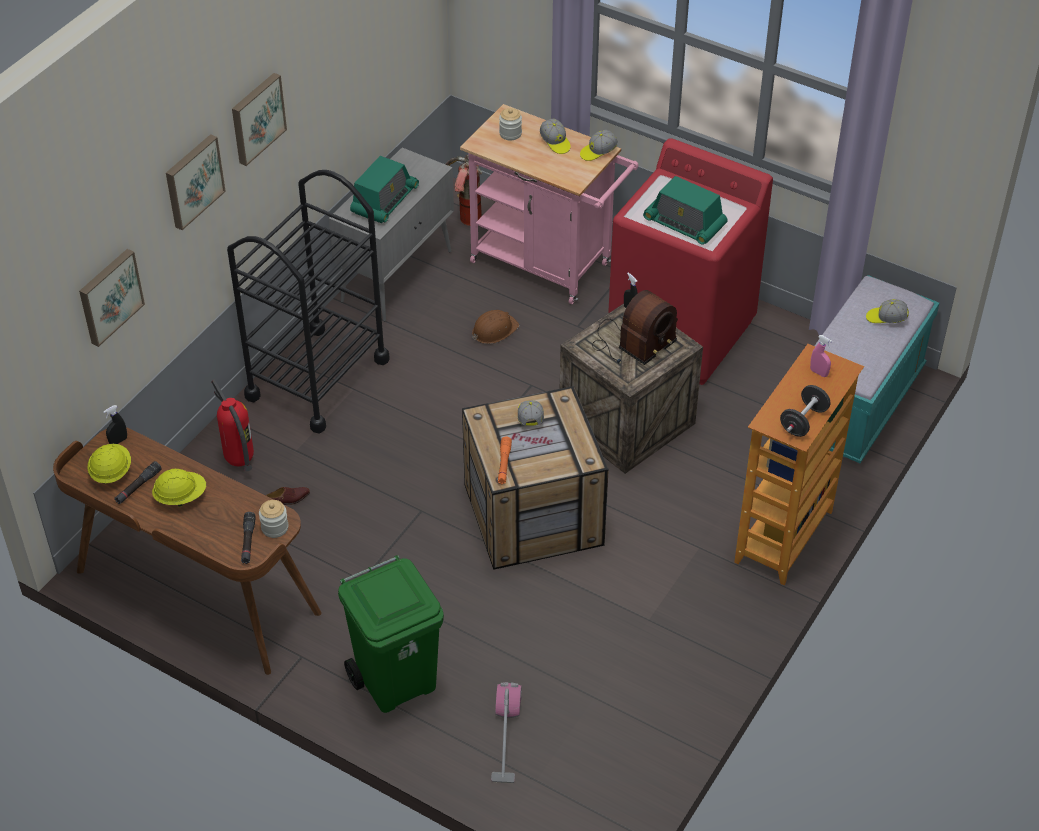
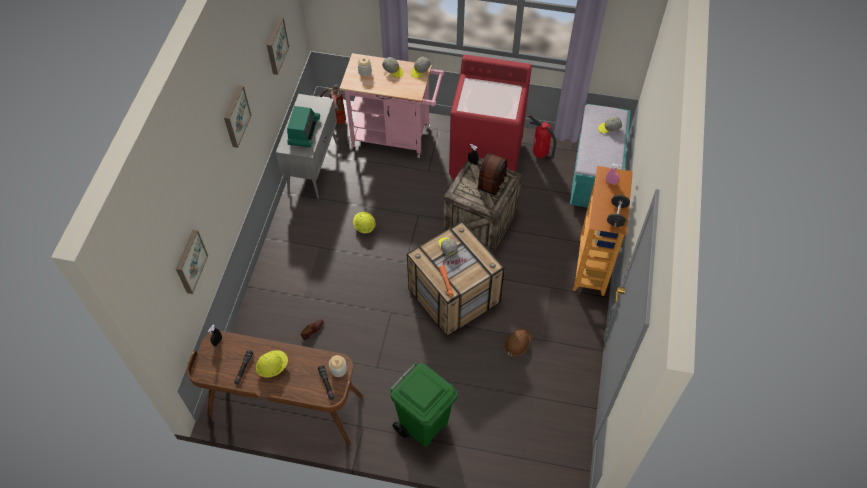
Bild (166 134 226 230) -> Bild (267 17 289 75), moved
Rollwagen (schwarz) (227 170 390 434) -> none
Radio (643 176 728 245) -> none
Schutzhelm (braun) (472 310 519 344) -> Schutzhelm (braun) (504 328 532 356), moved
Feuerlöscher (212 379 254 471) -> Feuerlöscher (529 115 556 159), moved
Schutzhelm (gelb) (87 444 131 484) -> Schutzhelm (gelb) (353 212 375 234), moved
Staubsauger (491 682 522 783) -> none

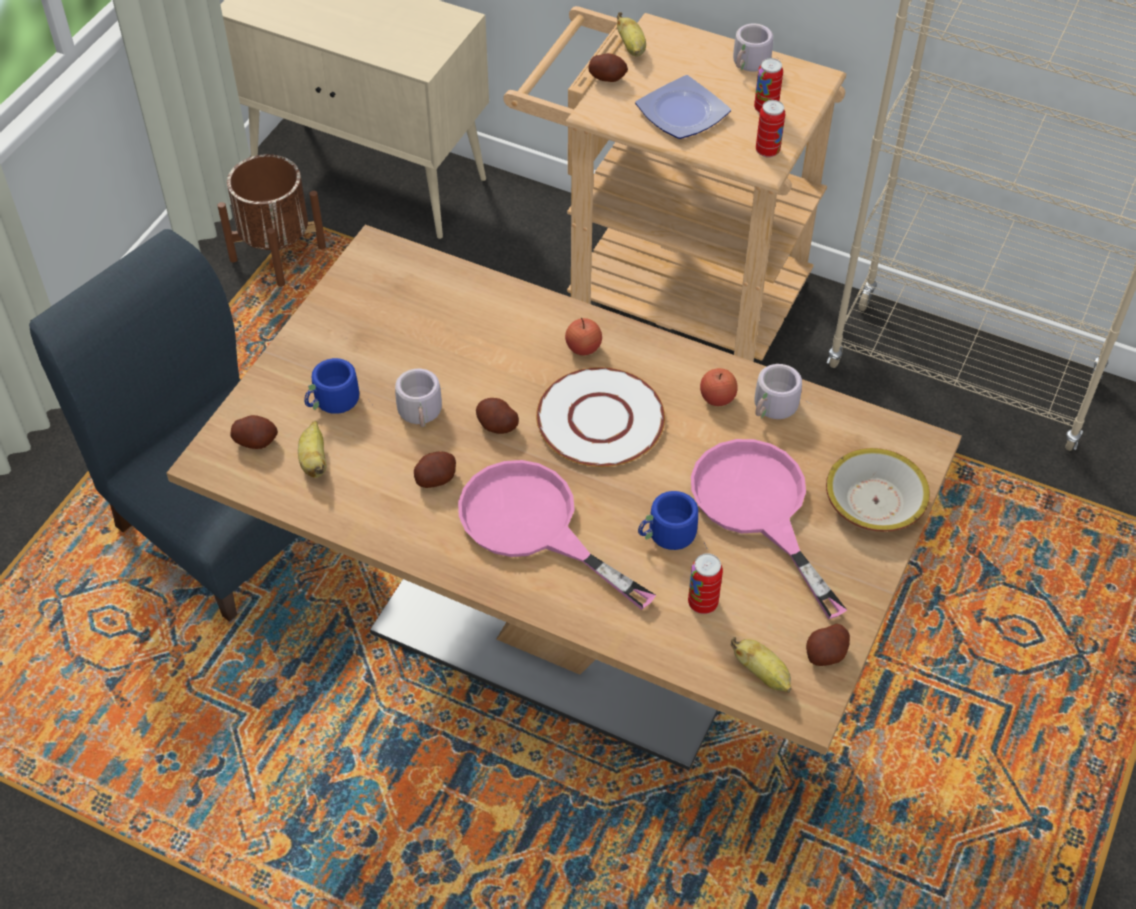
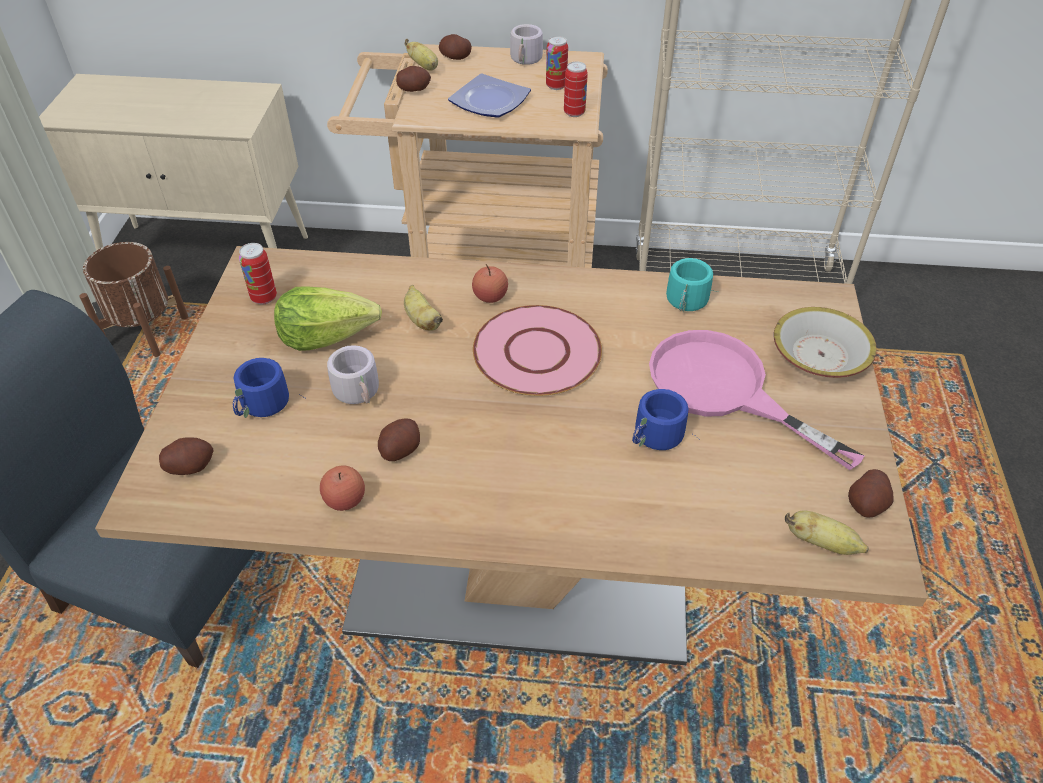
Henkelbecher (grau) (755 364 812 419) -> Henkelbecher (türkis) (666 258 713 313)
Teller (weiß) (536 367 665 467) -> Teller (rosa) (473 305 602 396)
Apfel (700 368 737 406) -> Apfel (320 465 365 511), moved
Kartoffel (476 398 519 434) -> Kartoffel (439 34 472 60), moved
Banane (298 421 327 478) -> Banane (404 285 443 331), moved
Pfanne (rosa) (458 460 656 610) -> none
Dose (688 553 723 614) -> Dose (239 243 277 305), moved
none -> Salatkopf (274 286 382 351)

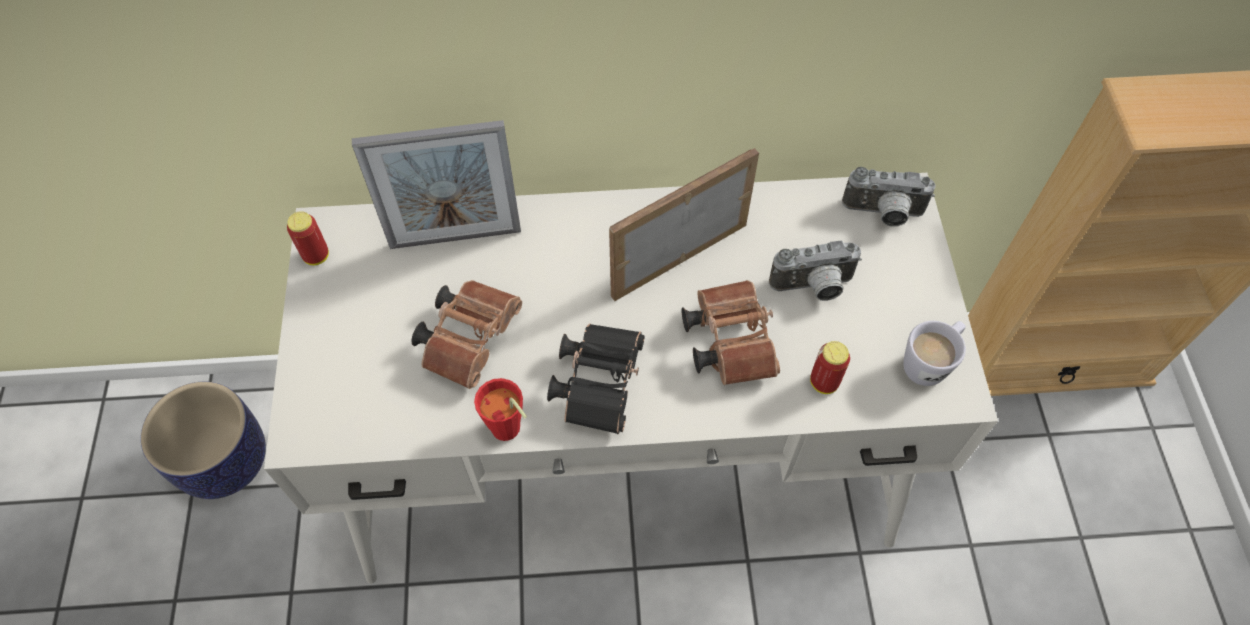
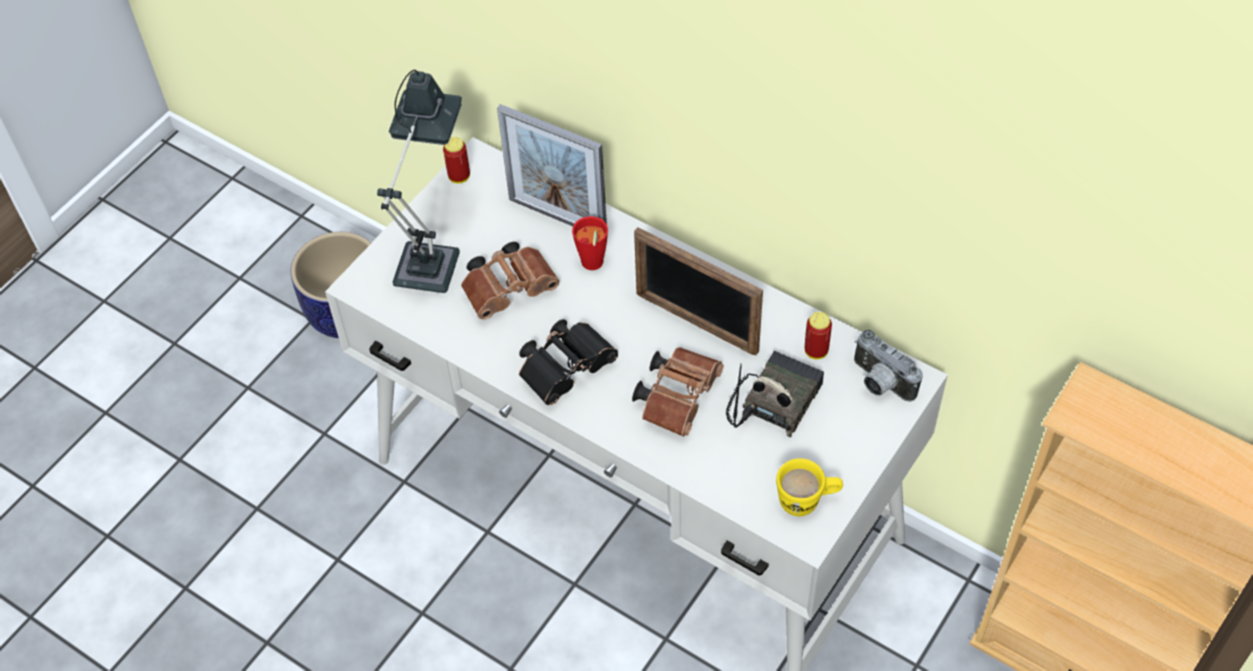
Bilderrahmen (609 148 759 301) -> Bilderrahmen (634 227 763 356), 150 degrees counterclockwise
Kamera (769 241 862 301) -> Radio (726 351 824 437)
Henkelbecher (weiß) (903 321 966 386) -> Henkelbecher (gelb) (776 458 843 516)
Dose (810 341 850 394) -> Dose (805 312 832 359), moved
Tasse (rot) (474 378 527 441) -> Tasse (rot) (572 216 608 270), moved
none -> Tischlampe (377 70 462 293)

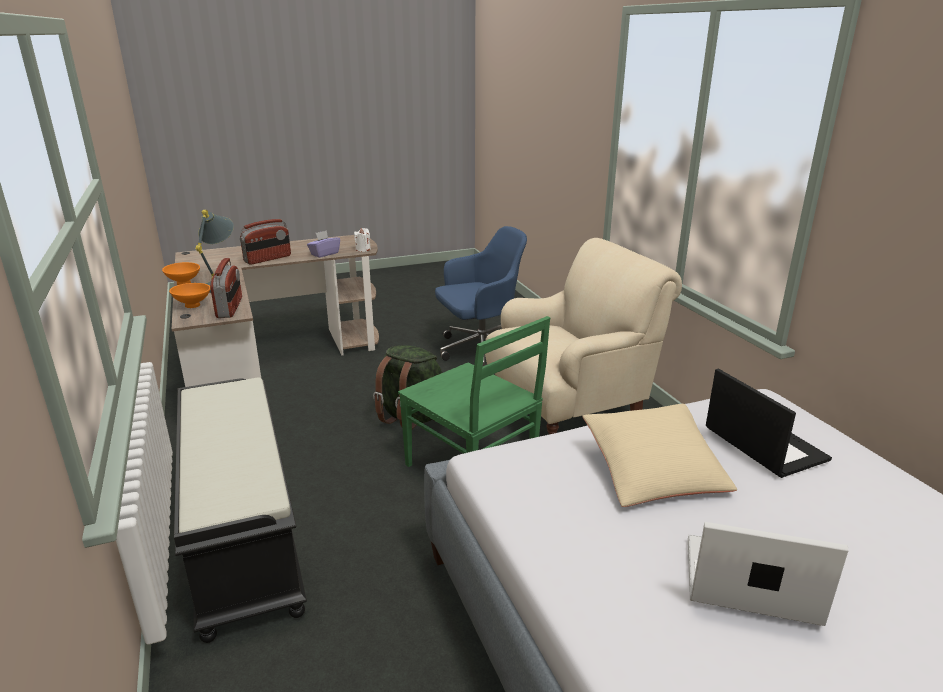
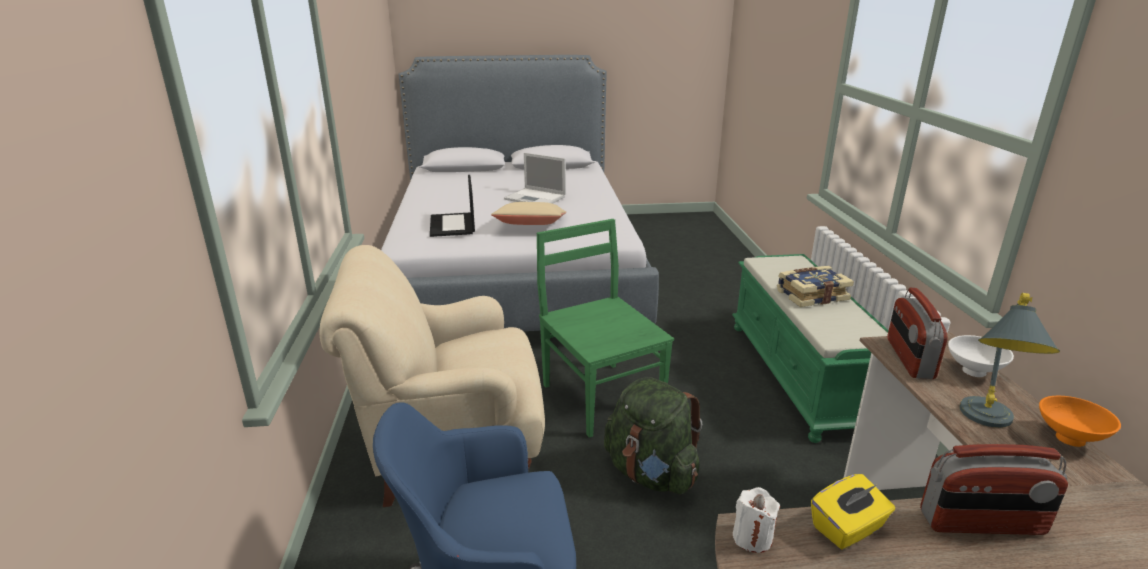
Radio (240 219 291 265) -> Radio (920 444 1068 535), 150 degrees counterclockwise
Taschentuchbox (lila) (307 230 340 258) -> Taschentuchbox (gelb) (811 474 895 549)
Schüssel (orange) (169 283 210 308) -> Schüssel (weiß) (948 335 1014 377)
Bank (schwarz) (174 377 307 643) -> Bank (grün) (732 254 889 443)
none -> Buch (777 266 854 307)

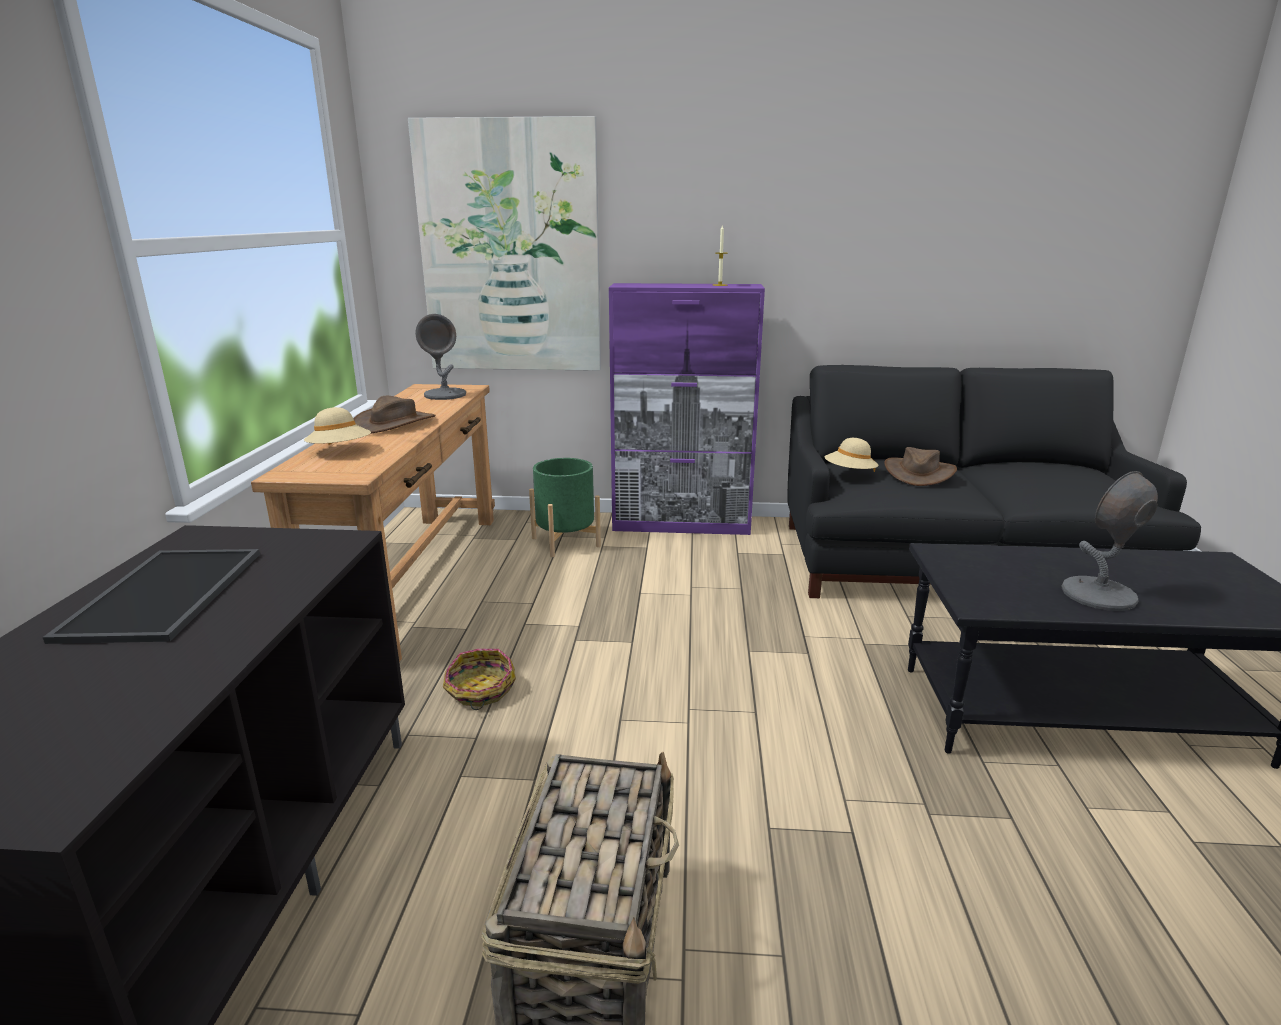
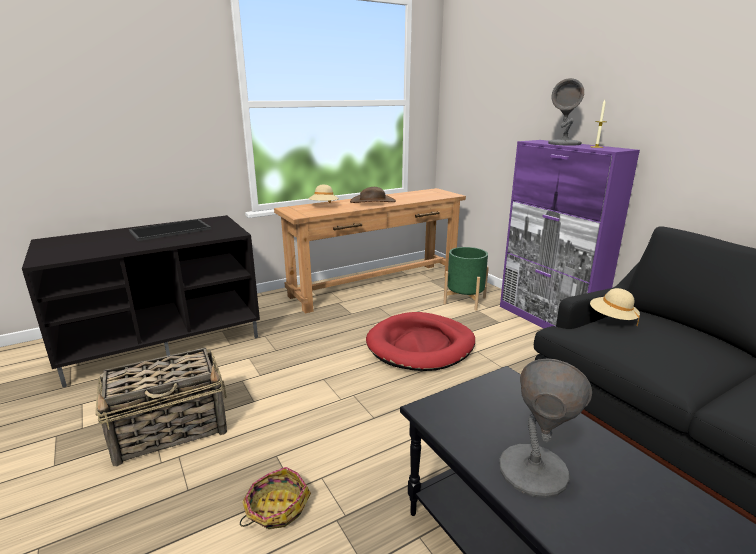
Bild (408 116 601 371) -> none
Tischlampe (grau) (415 314 466 400) -> Tischlampe (grau) (548 78 584 146), moved
Hut (braun) (884 447 957 486) -> none
Korb (443 649 516 710) -> Korb (240 467 311 529), moved
none -> Hundebett (rot) (366 312 475 371)

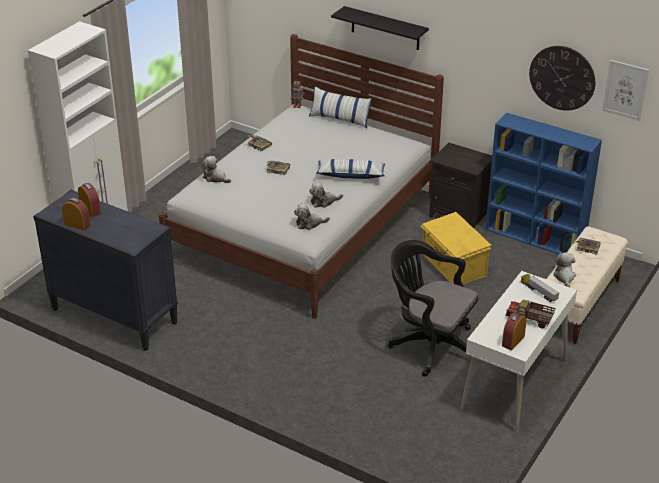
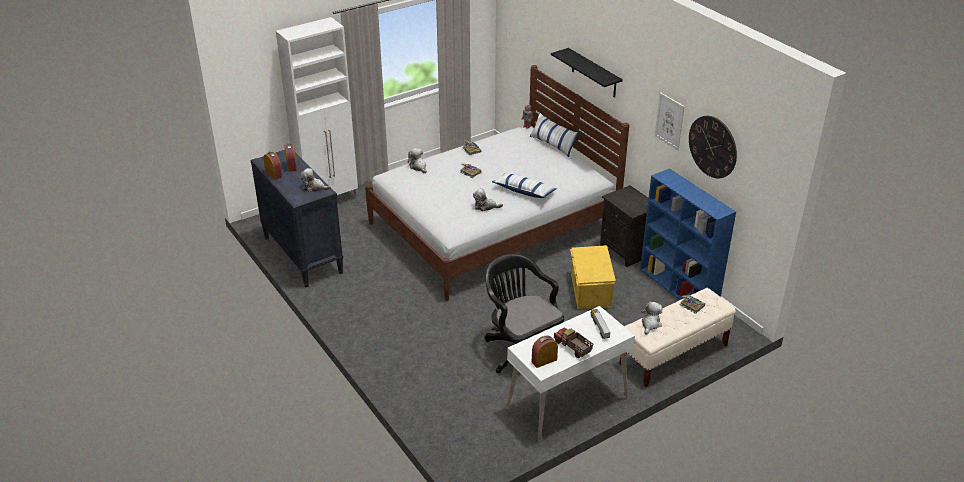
Bild (602 60 649 121) -> Bild (655 92 685 150), moved
Plüschtier (294 203 330 230) -> Plüschtier (301 168 331 192), moved

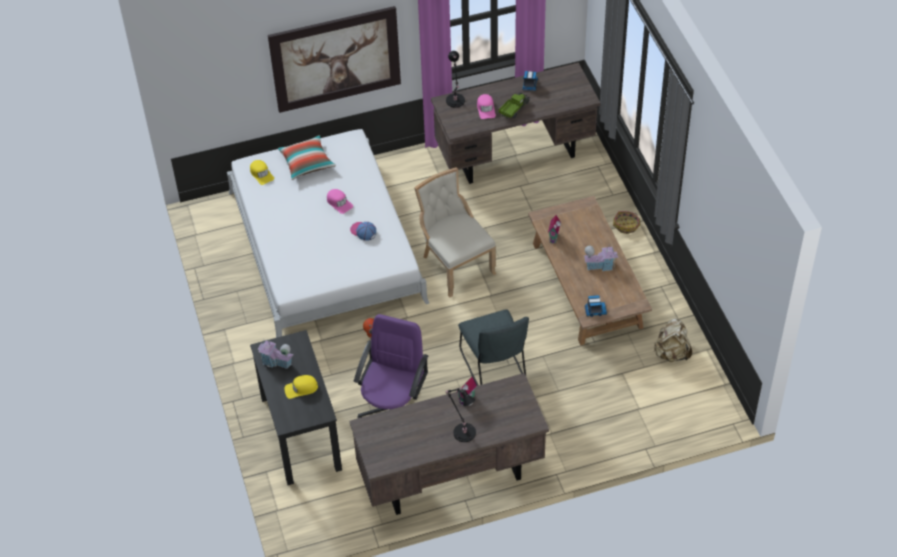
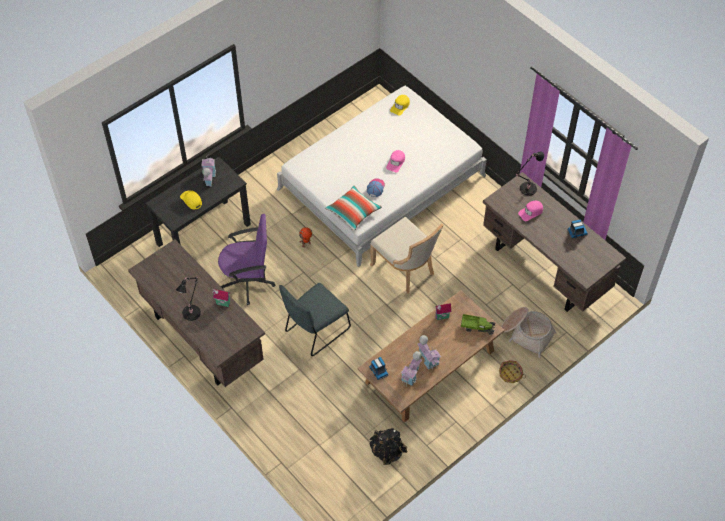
Bild (268 6 401 113) -> none
Spielzeuglaster (499 93 530 119) -> Spielzeuglaster (461 314 495 335), moved
Kissen (278 135 336 180) -> Kissen (325 186 382 231), moved
Stuhl (beige) (414 167 497 297) -> Stuhl (beige) (370 217 443 293), 105 degrees clockwise
Rucksack (beige) (653 318 692 362) -> Rucksack (schwarz) (370 428 408 465)
none -> Korb (501 307 556 358)
none -> Spielzeughaus (401 351 422 387)

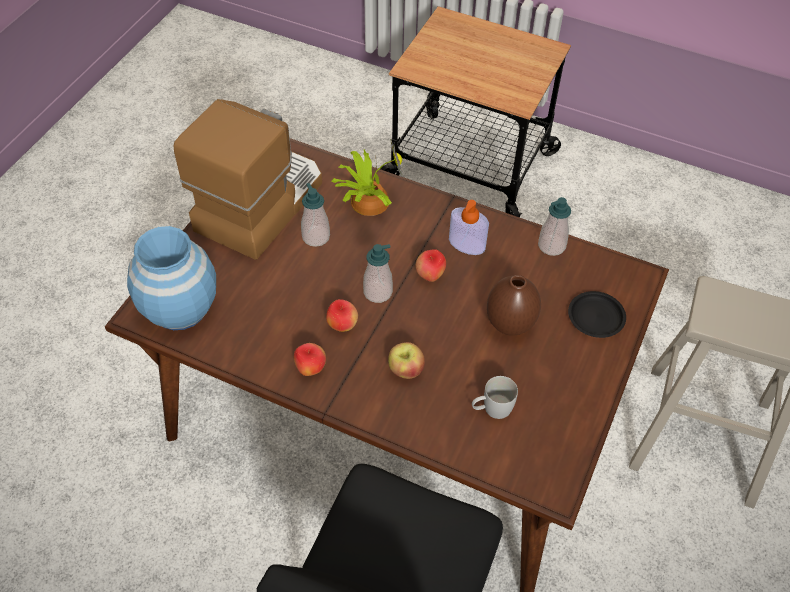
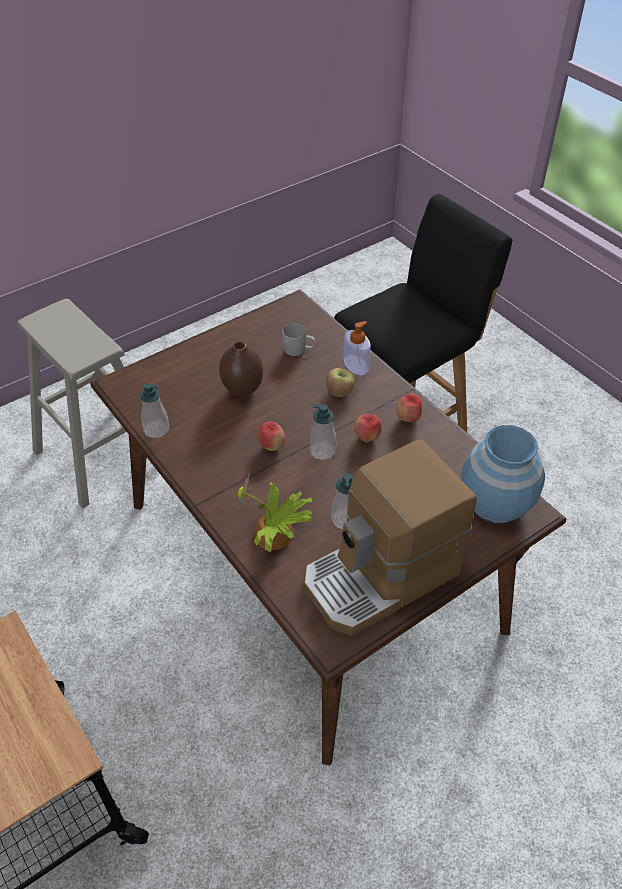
Seifenspender (449 200 489 255) -> Seifenspender (344 321 371 376), moved
Teller (schwarz) (568 291 626 338) -> none

